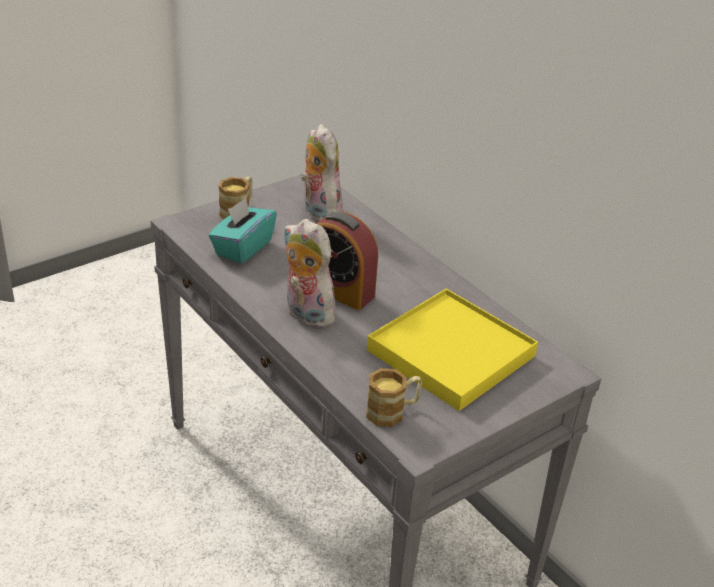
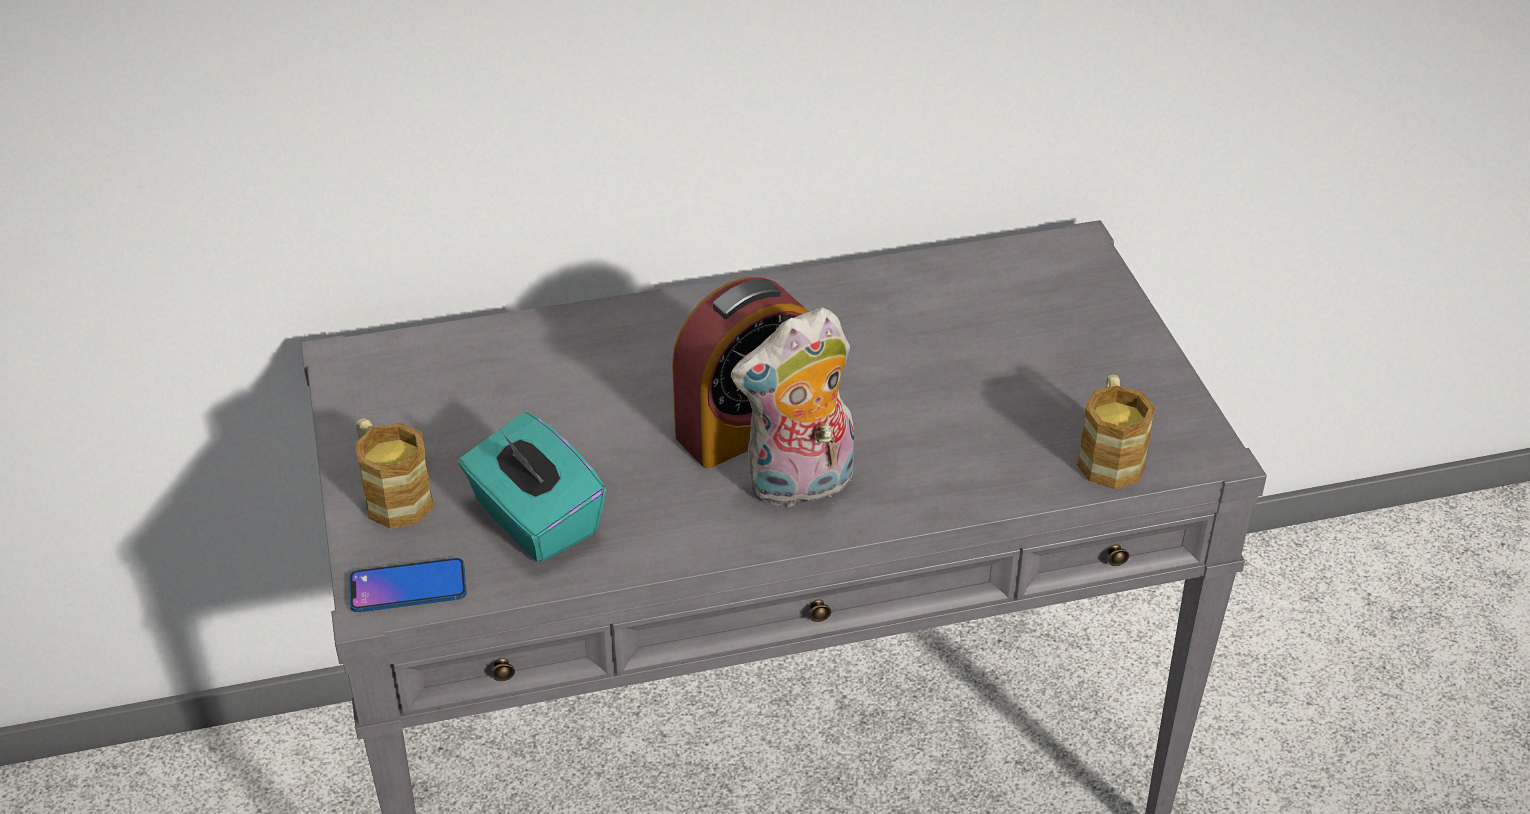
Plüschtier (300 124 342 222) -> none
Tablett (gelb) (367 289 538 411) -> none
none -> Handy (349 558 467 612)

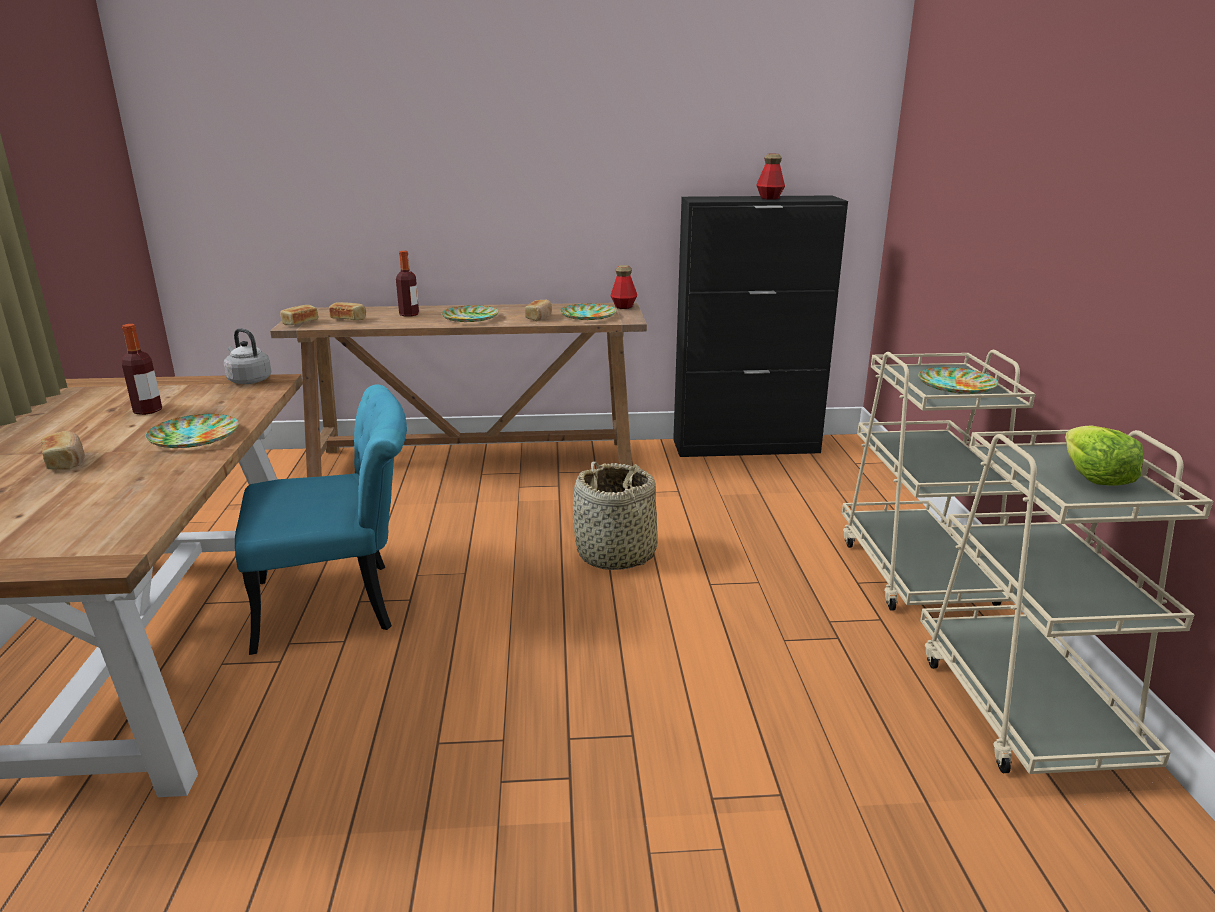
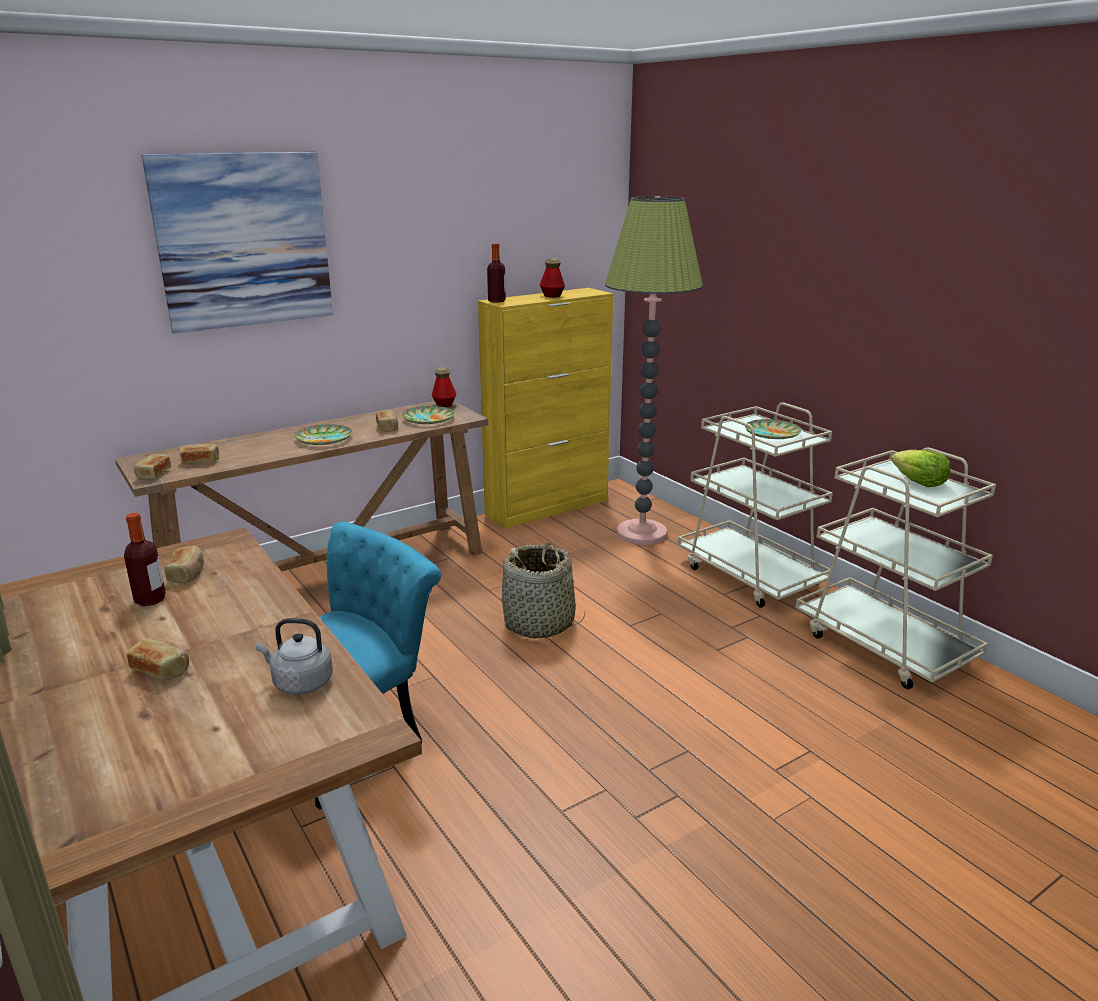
Schrank (schwarz) (673 195 848 457) -> Schrank (gelb) (478 288 613 529)
Flasche (396 251 419 317) -> Flasche (487 243 506 303), moved
Wasserkessel (grau) (224 328 272 384) -> Wasserkessel (grau) (256 618 333 694), moved
Teller (145 414 239 448) -> none
none -> Bild (142 152 333 334)
none -> Stehlampe (605 196 703 545)
none -> Brot (165 546 204 584)

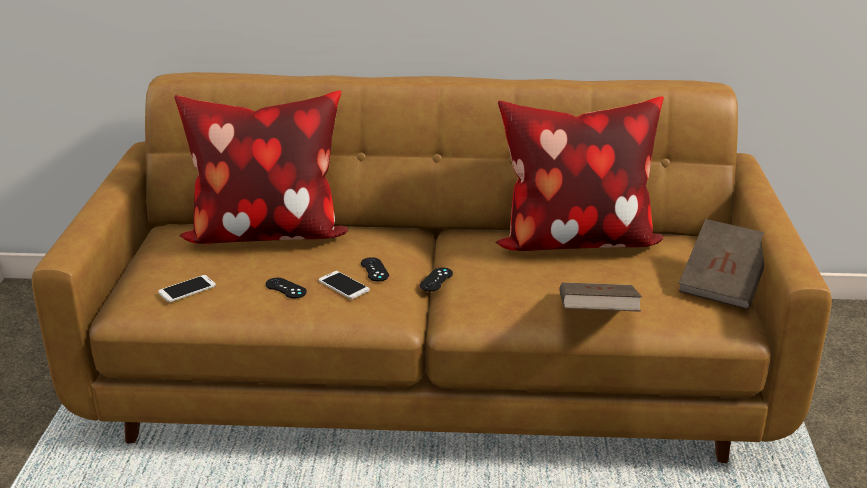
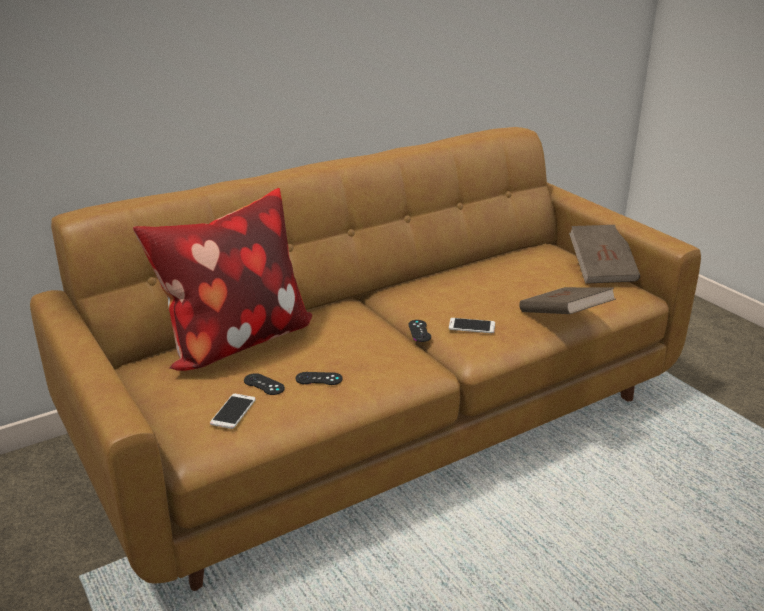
Kissen (495 96 664 251) -> none
Gamepad (schwarz) (361 257 389 281) -> Gamepad (schwarz) (244 373 285 395), moved
Handy (319 271 370 299) -> Handy (449 318 495 333), moved

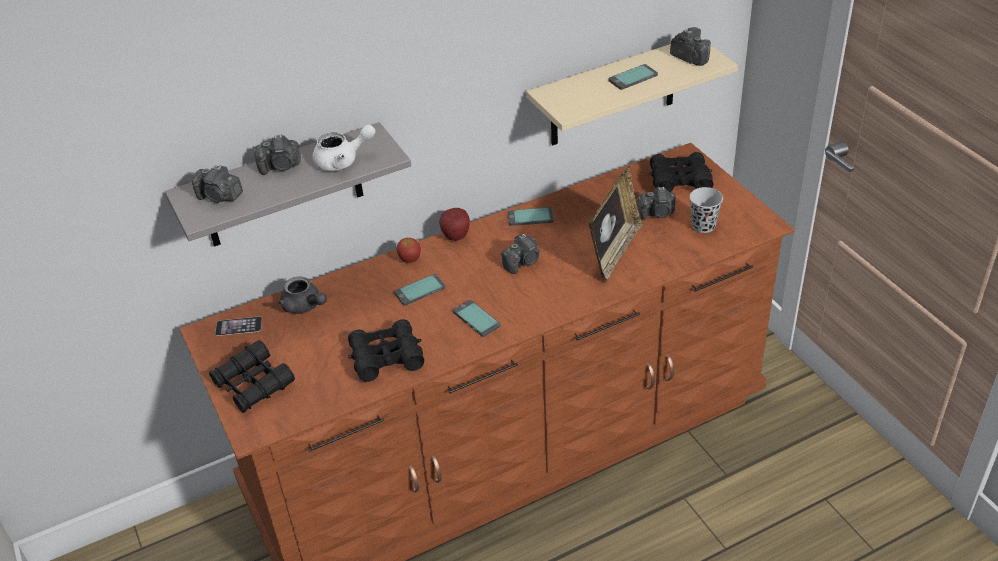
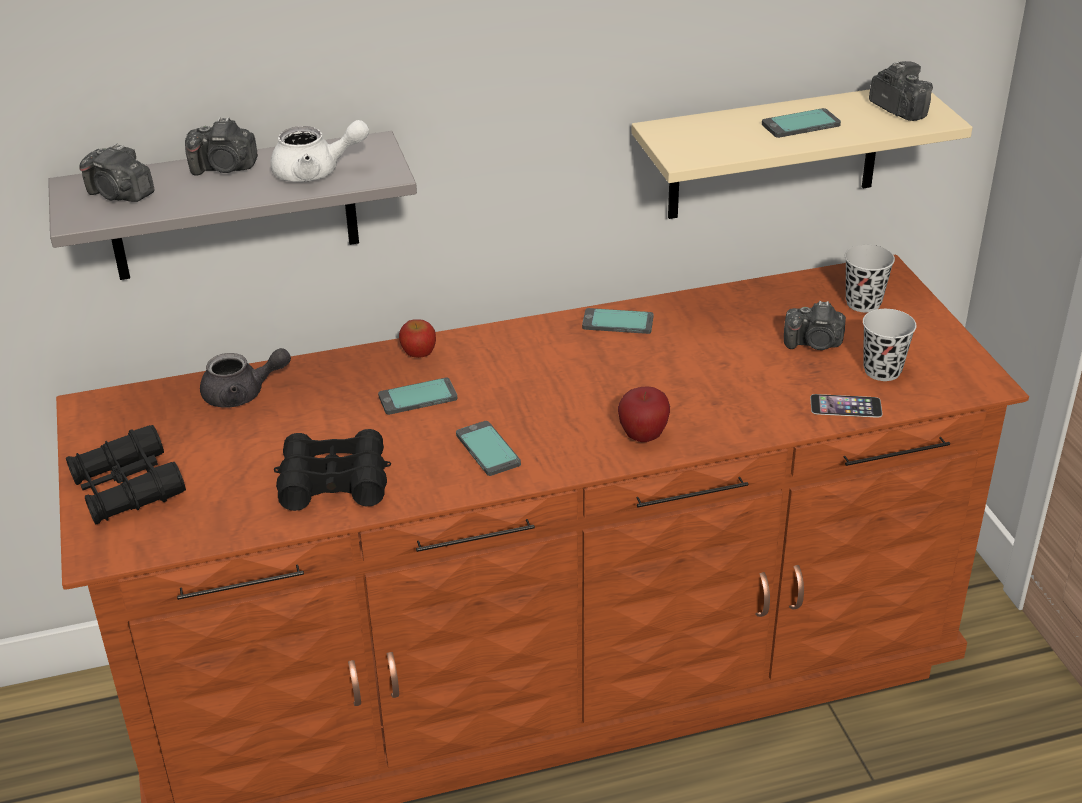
Fernglas (schwarz) (649 152 713 192) -> Tasse (schwarz) (845 245 895 312)
Bilderrahmen (589 166 643 282) -> none
Apfel (439 208 470 241) -> Apfel (618 386 670 442), moved
Kamera (501 234 540 274) -> none
Teekanne (grau) (278 276 327 314) -> Teekanne (grau) (200 348 291 408), 60 degrees counterclockwise
Handy (215 317 262 336) -> Handy (810 394 882 418), moved

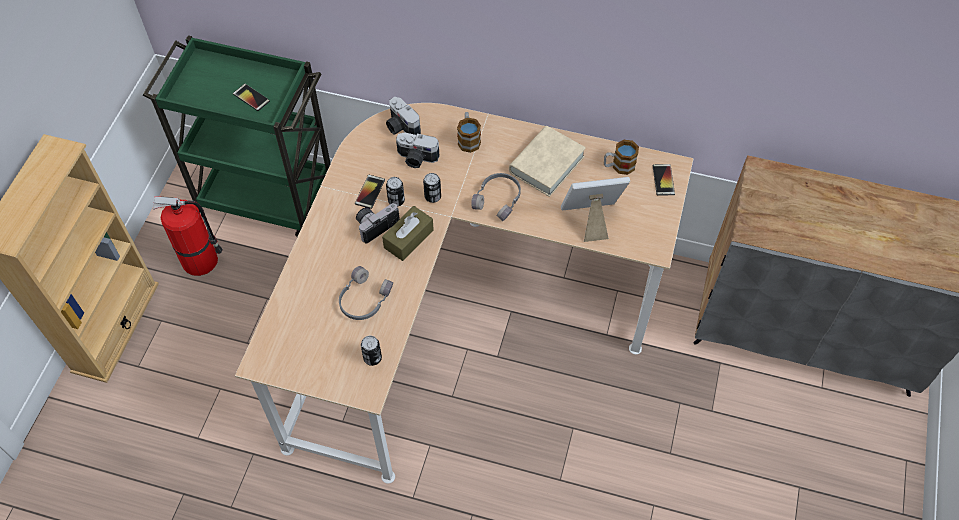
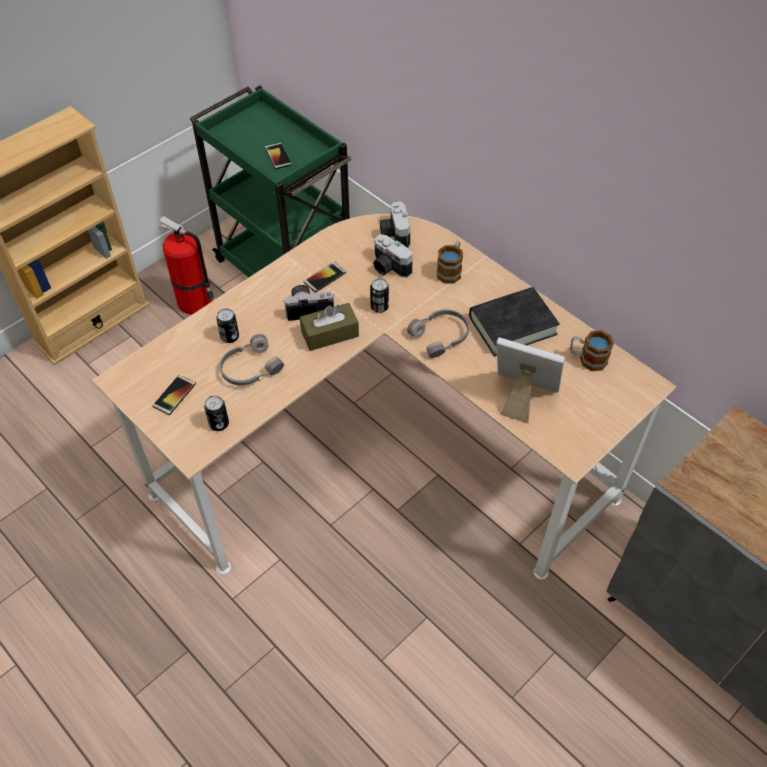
Buch (beige) (509 126 586 197) -> Buch (schwarz) (469 287 560 357)
Handy (653 164 675 196) -> Handy (152 375 196 415), moved
Dose (386 177 405 207) -> Dose (216 308 239 343), moved

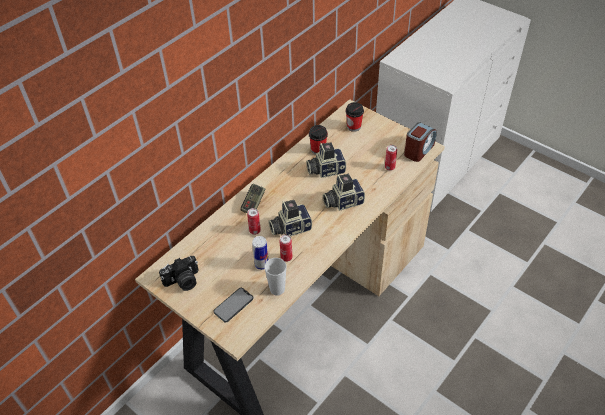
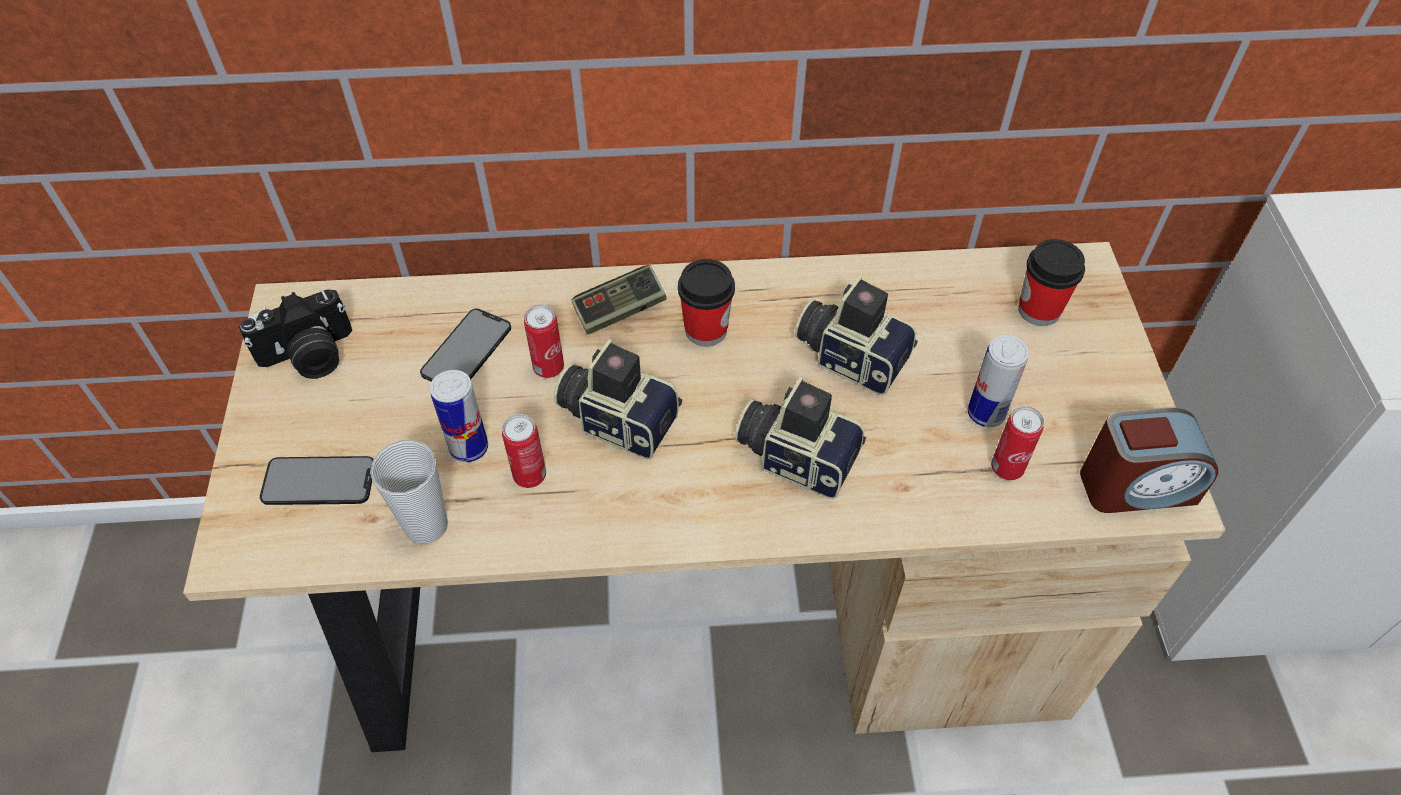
Tasse (309 125 328 155) -> Tasse (678 259 735 346), moved
Kamera (159 256 199 291) -> Kamera (238 289 353 379), 45 degrees counterclockwise
none -> Handy (420 309 511 382)
none -> Dose (968 335 1029 427)

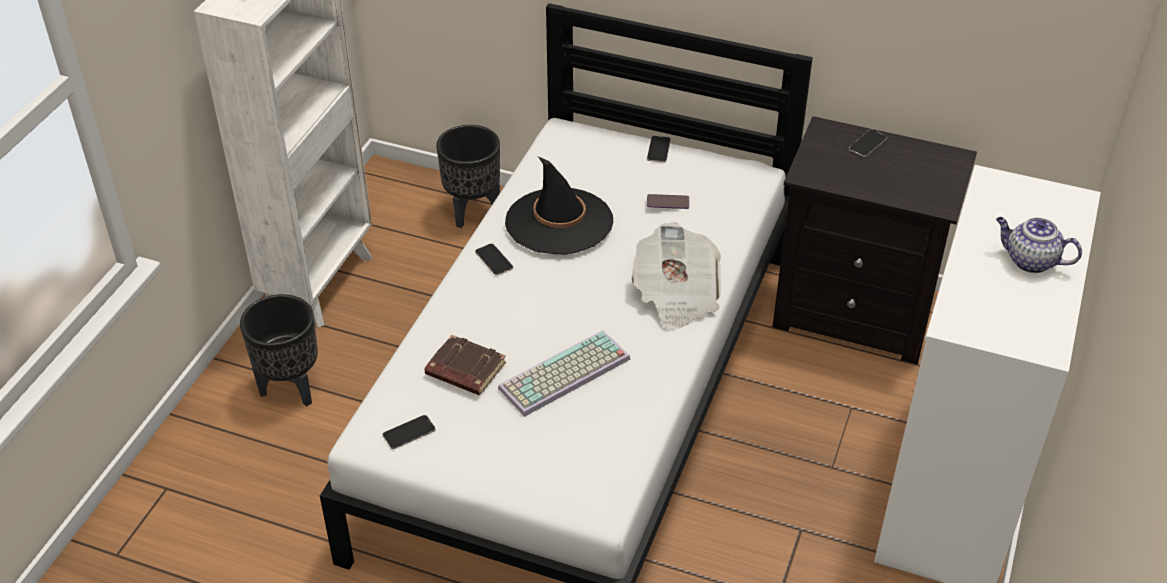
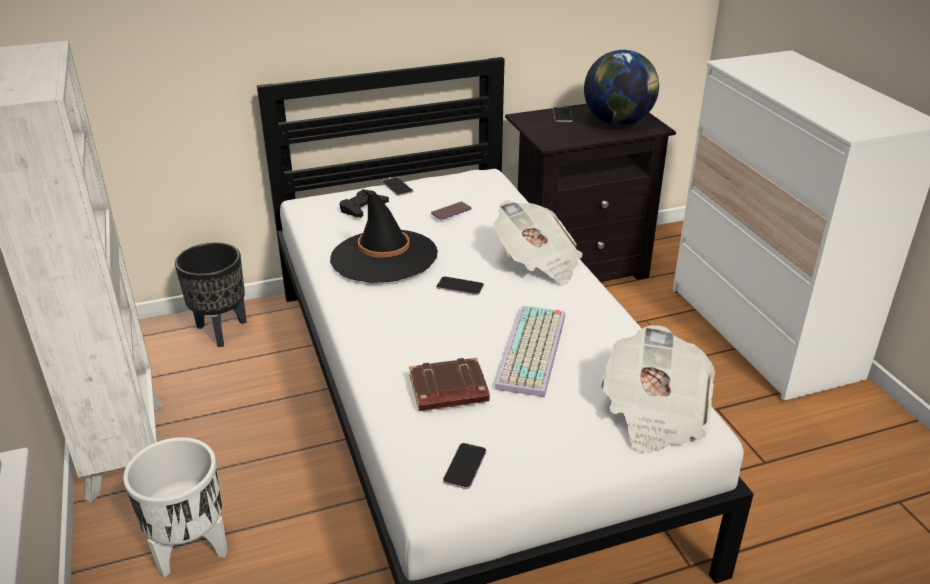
Teekanne (996 217 1082 273) -> none
Handy (475 243 513 275) -> Handy (436 276 484 295), moved
Pflanzkübel (schwarz) (240 294 318 407) -> Pflanzkübel (weiß) (123 437 228 577)
none -> Globus (584 50 659 125)
none -> Gamepad (schwarz) (339 191 389 218)
none -> Zeitung (601 325 715 453)

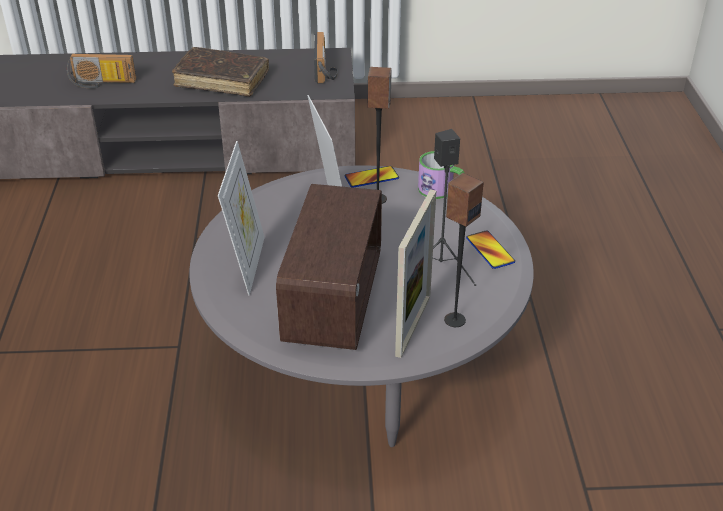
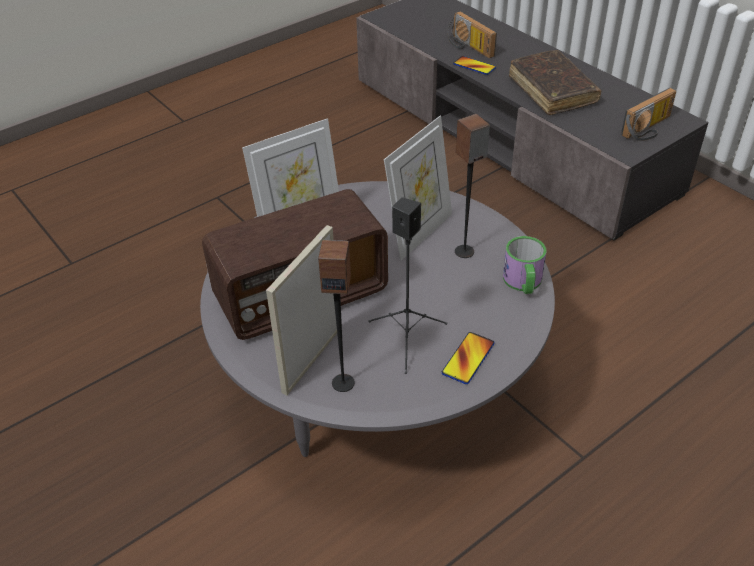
Handy (344 166 399 188) -> Handy (453 56 496 75), moved
Bilderrahmen (395 189 436 358) -> Bilderrahmen (266 225 337 395), 135 degrees clockwise

